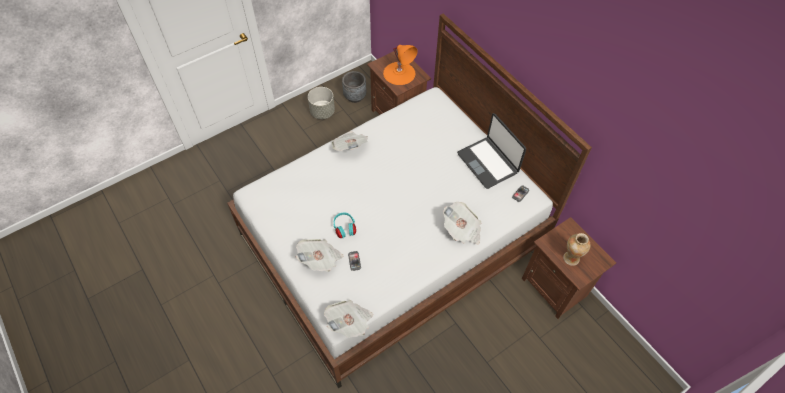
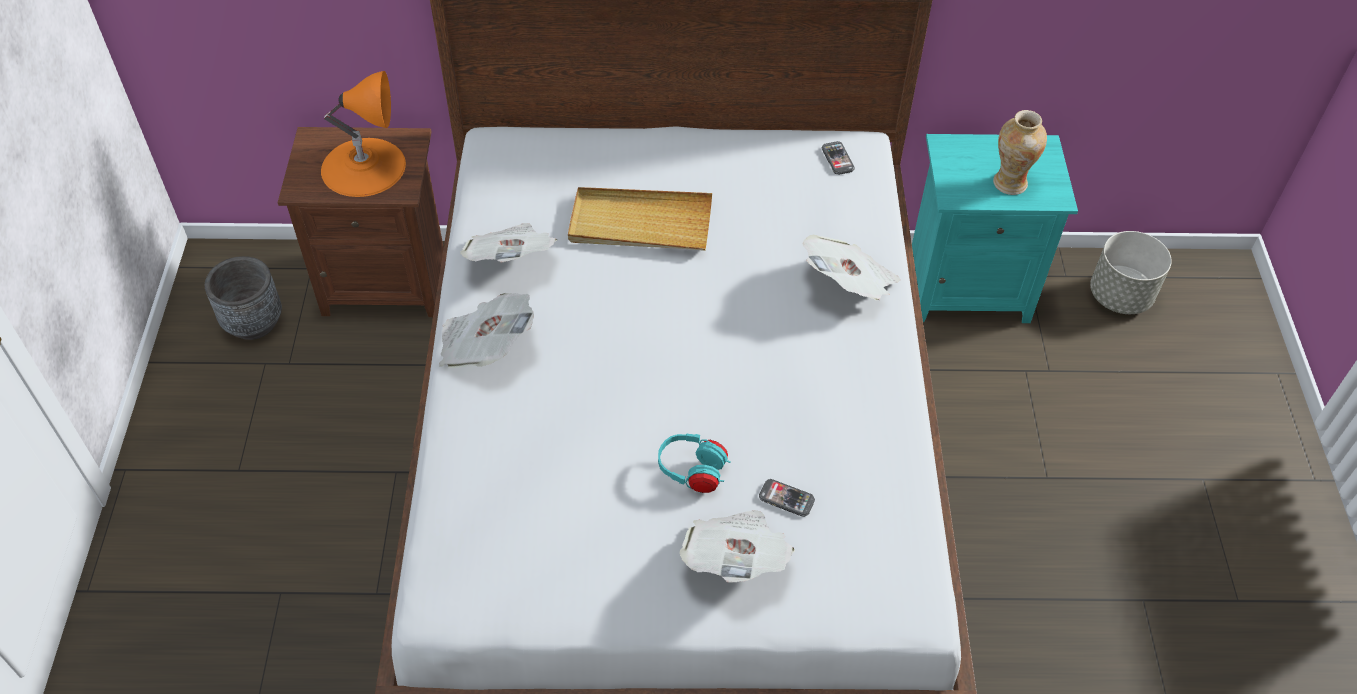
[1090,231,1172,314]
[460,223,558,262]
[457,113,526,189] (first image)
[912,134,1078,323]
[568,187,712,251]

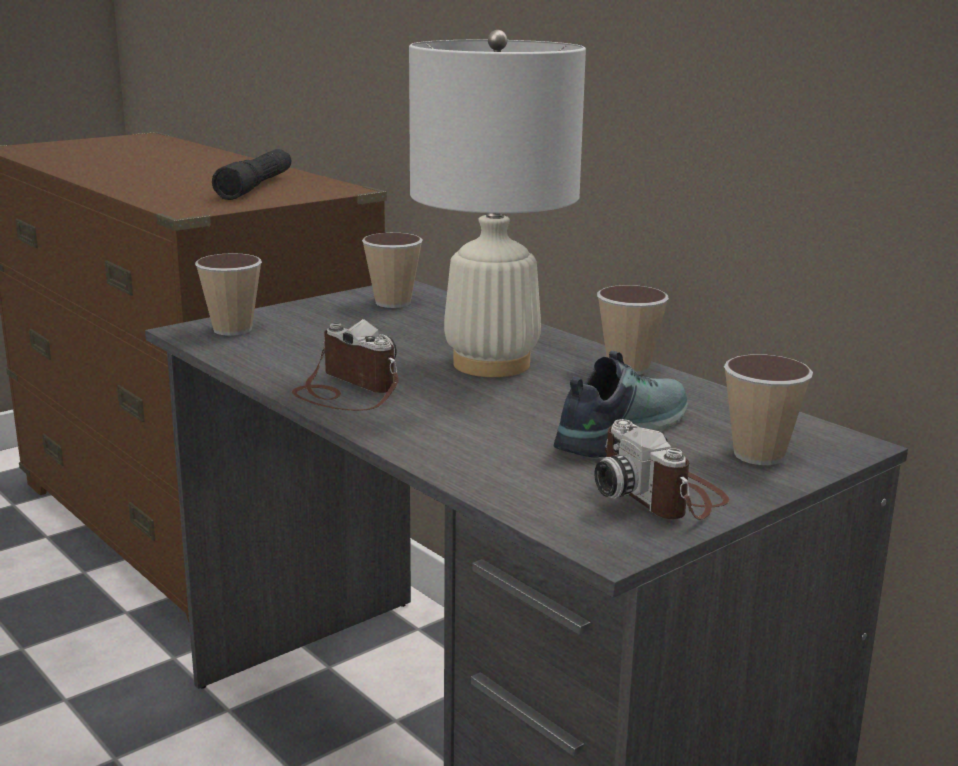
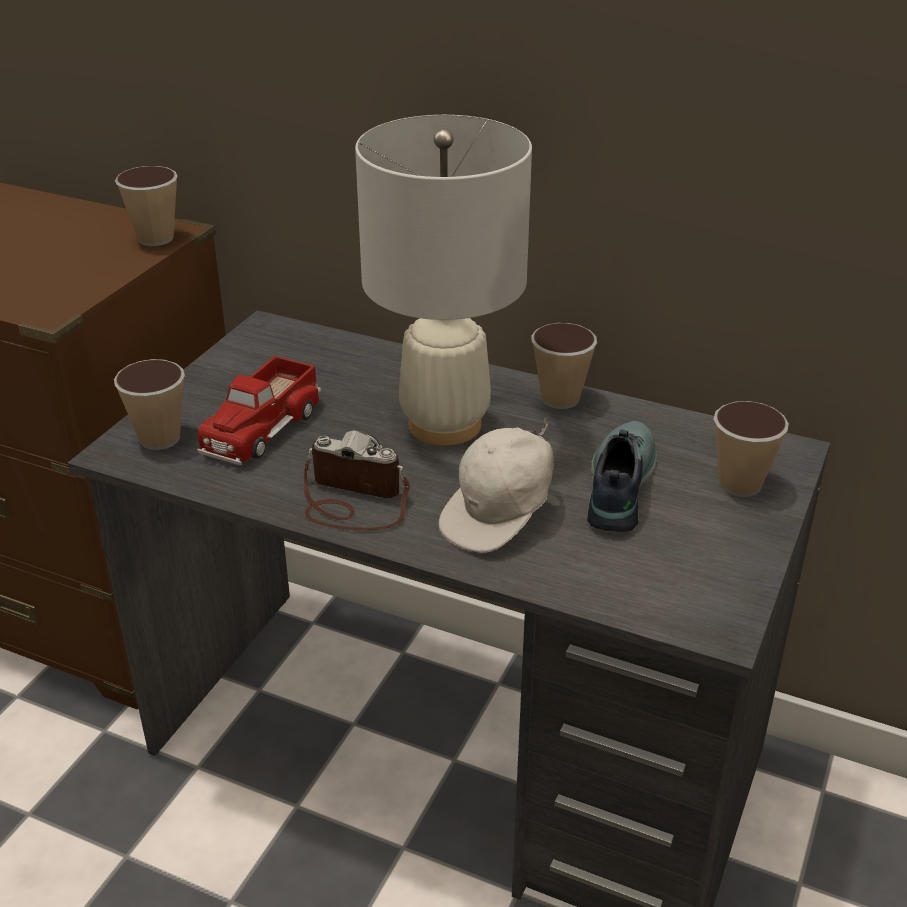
[212,149,291,200] (first image)
[115,166,178,246]
[595,419,729,520] (first image)
[197,356,321,465]
[438,418,554,553]

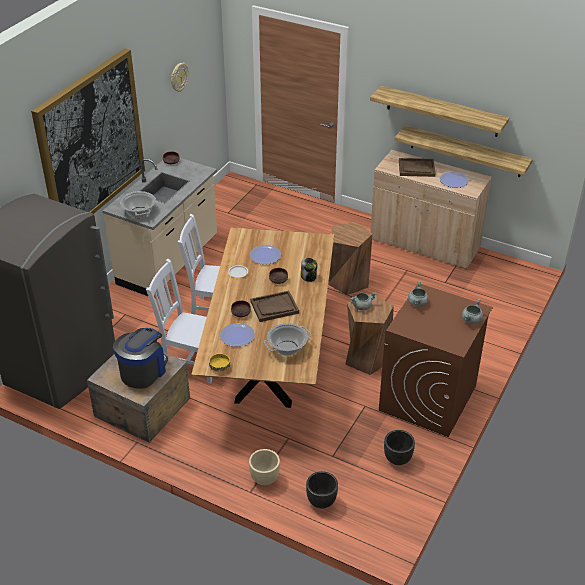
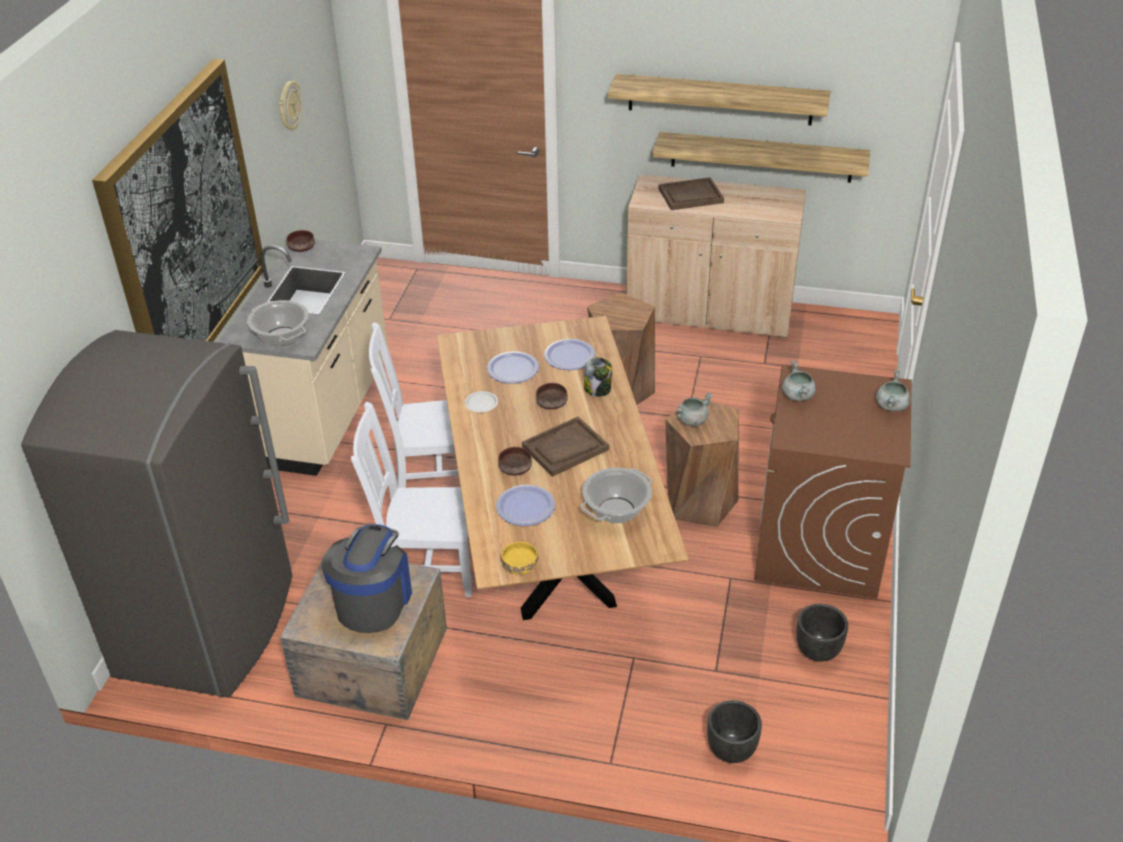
[249,449,280,485] (first image)
[544,339,596,370]

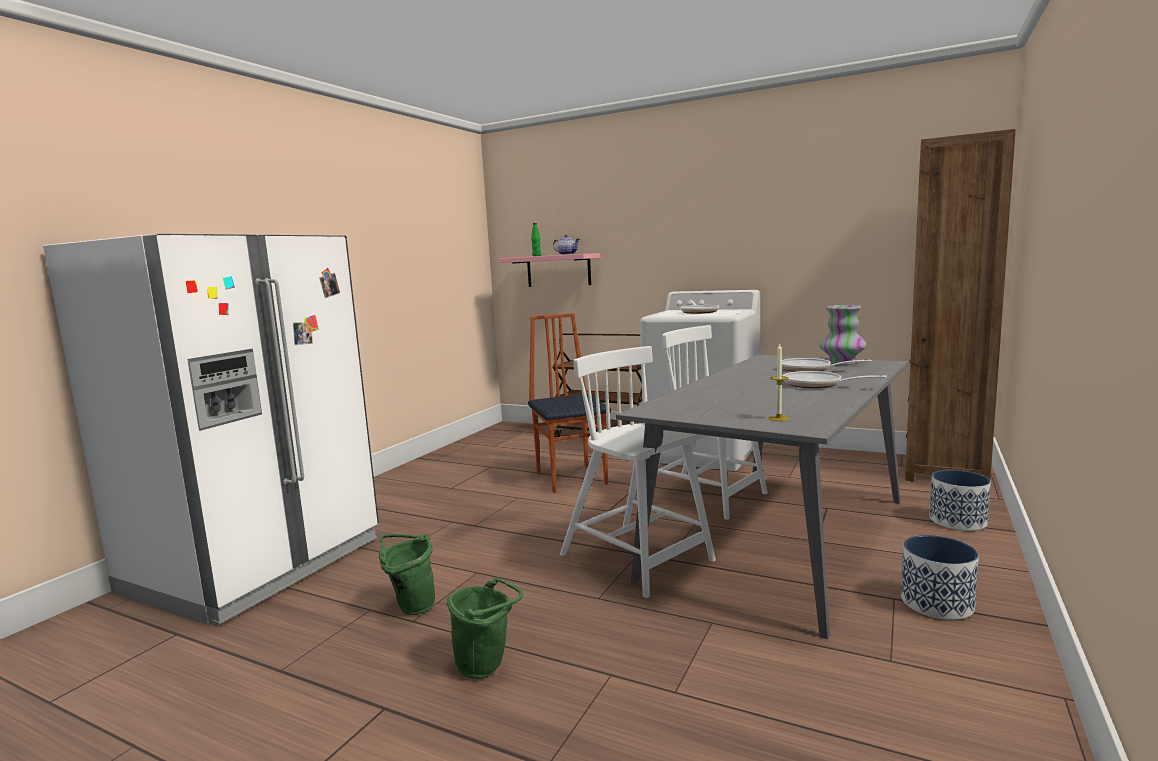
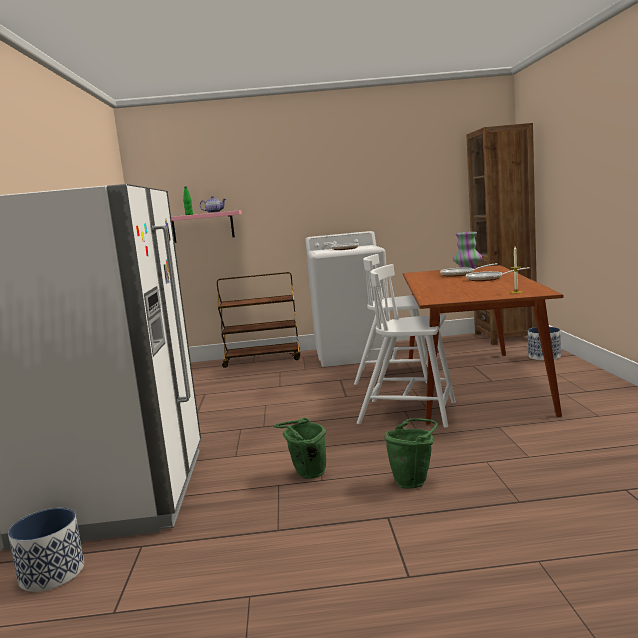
[528,313,611,493] (first image)
[403,265,564,425]
[8,508,84,592]

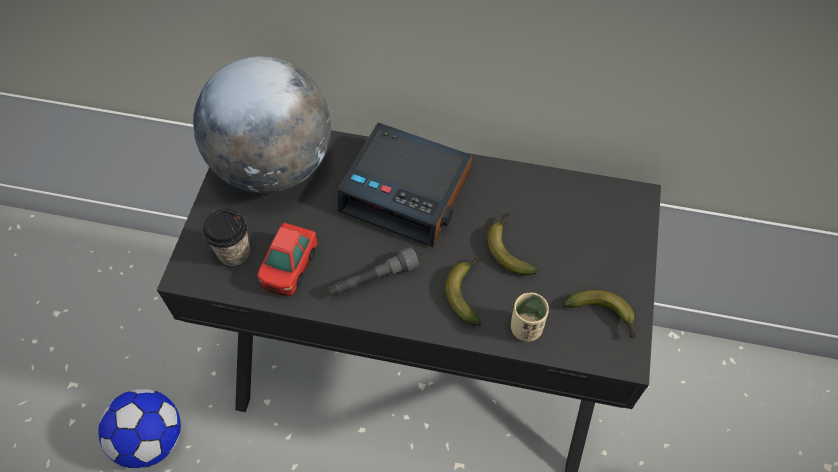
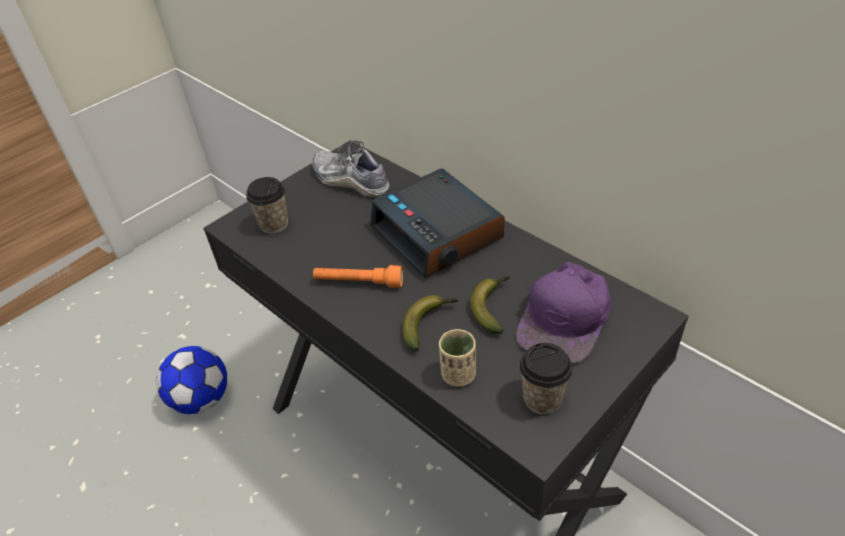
[312,140,389,197]
[257,223,318,296] (first image)
[313,265,403,288]
[520,343,573,414]
[516,262,612,364]

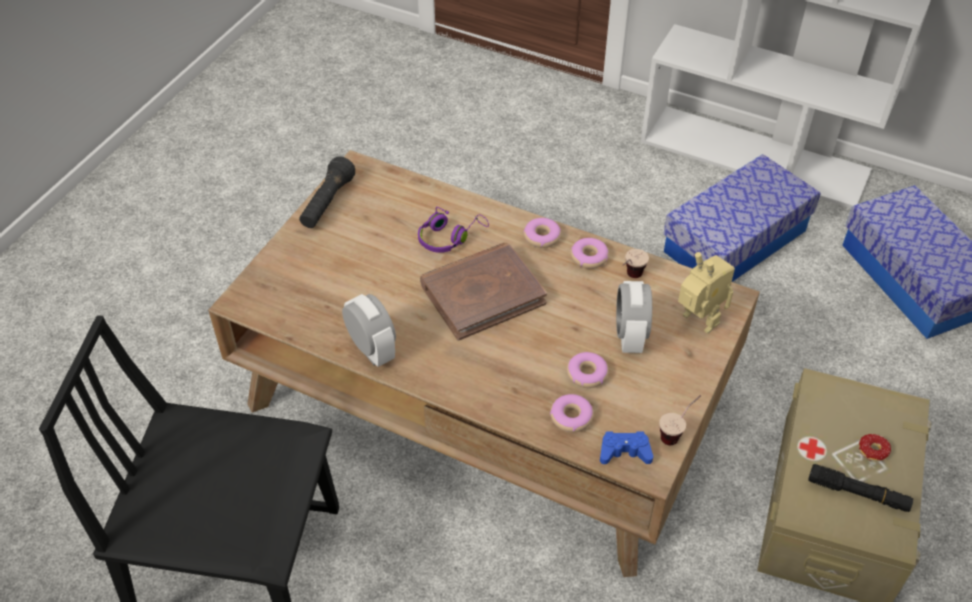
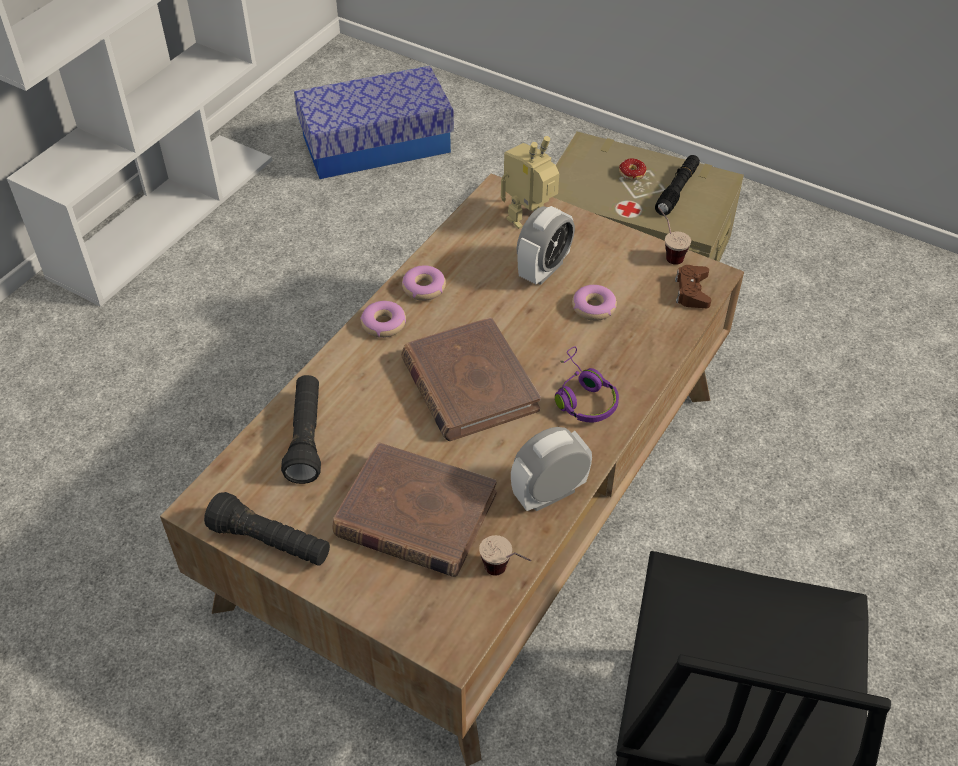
[555,346,619,422]
[550,394,594,432] (first image)
[675,265,711,308]
[517,206,575,285]
[479,535,532,576]
[663,154,821,282] (first image)
[281,375,321,484]
[332,442,497,577]

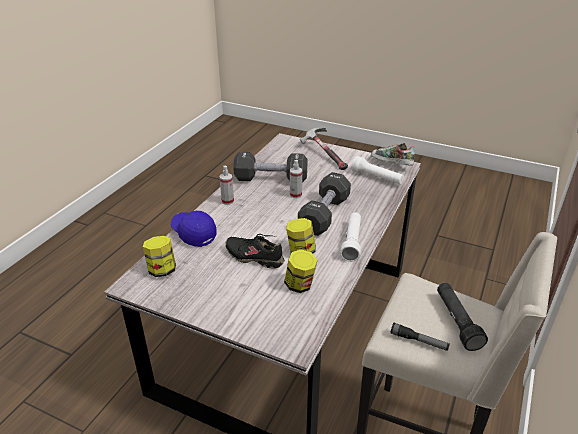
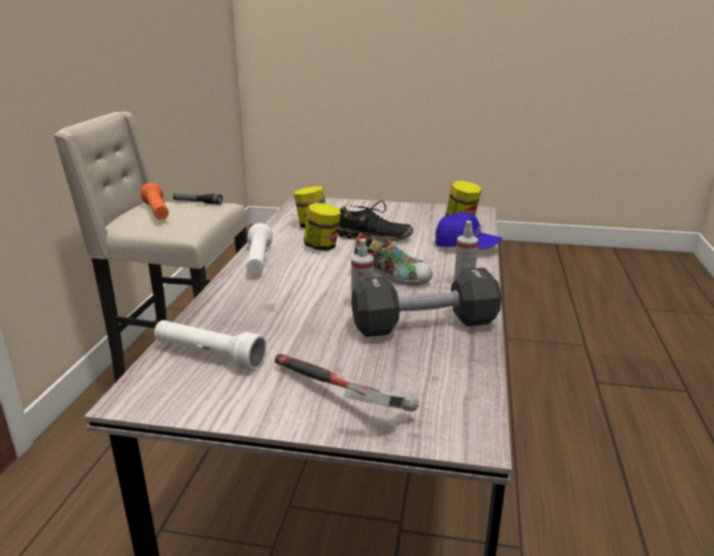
[298,172,351,236] (first image)
[354,233,433,285]
[140,183,169,220]

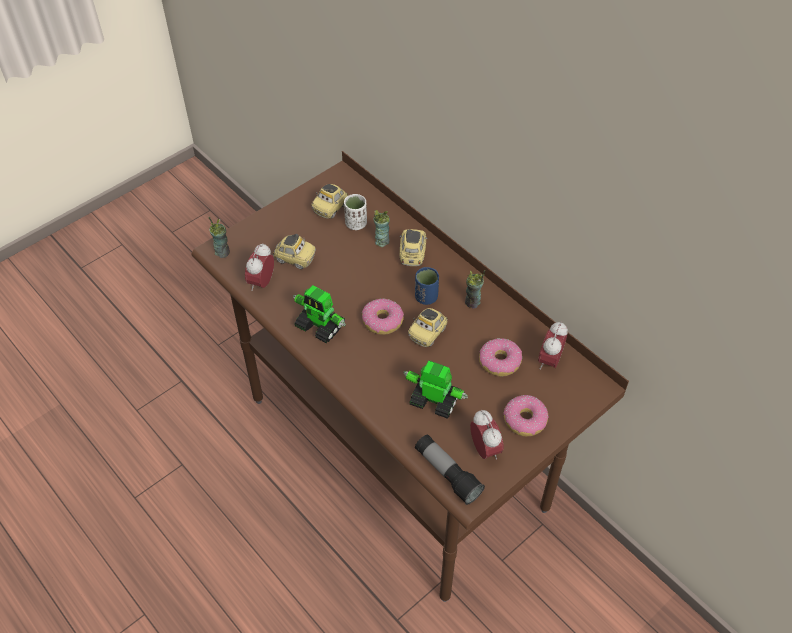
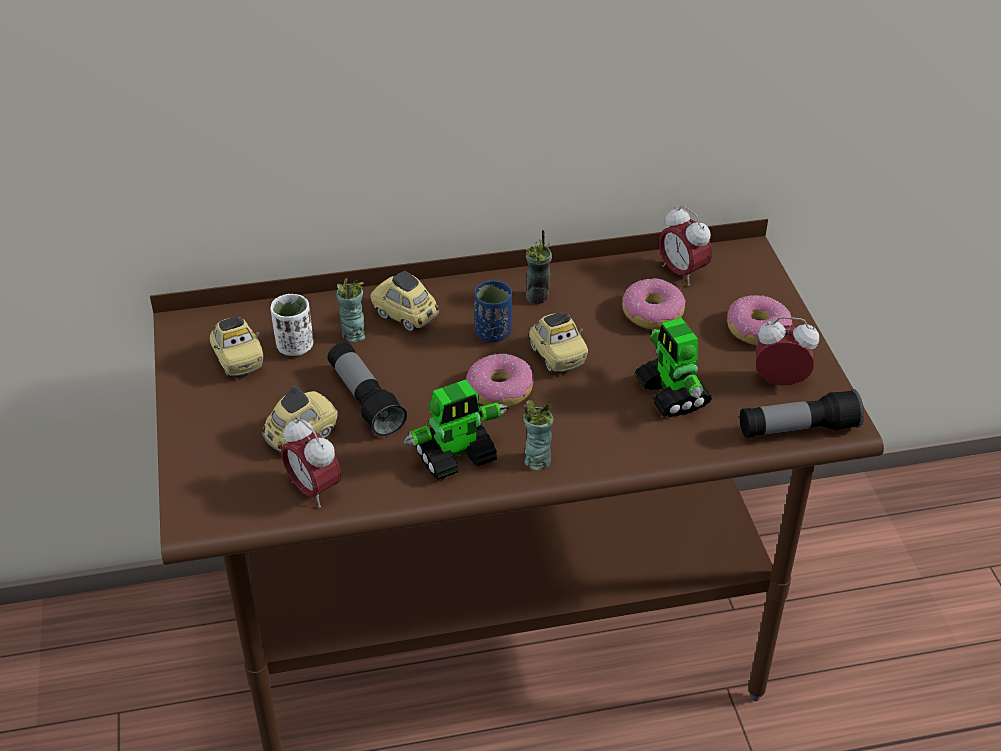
[523,399,554,471]
[635,318,712,418]
[328,342,407,437]

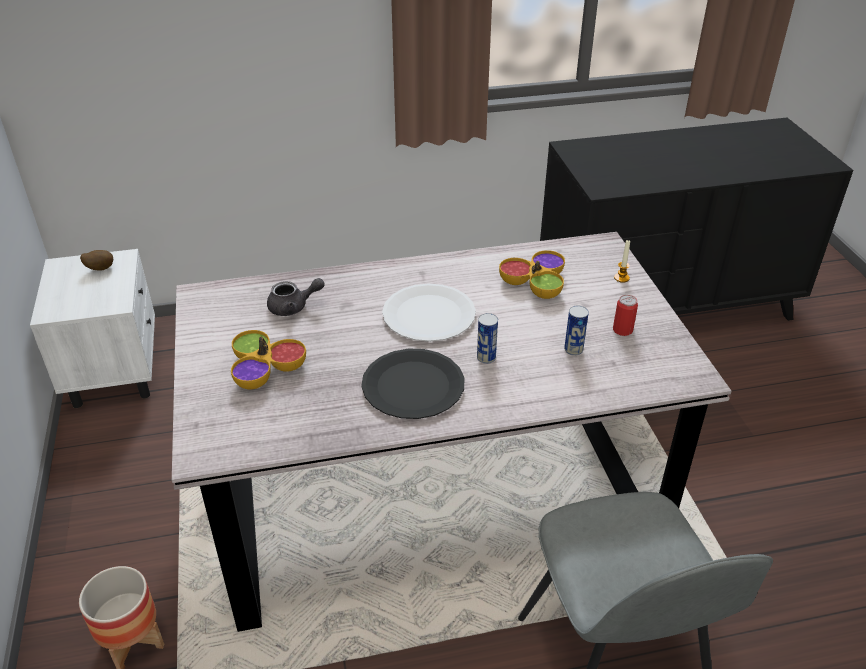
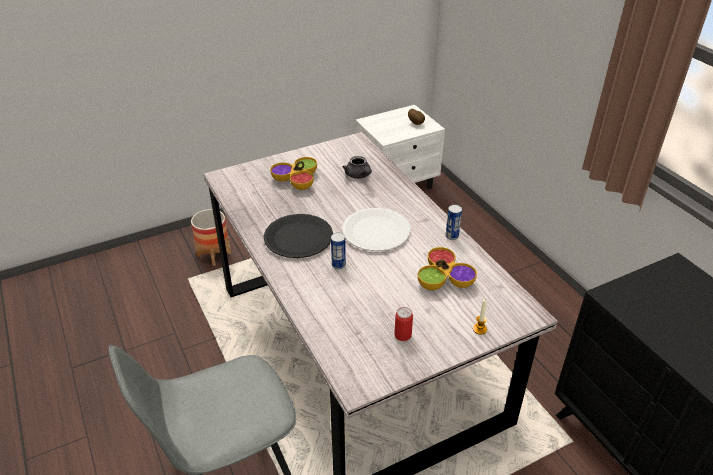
[446,205,462,240]

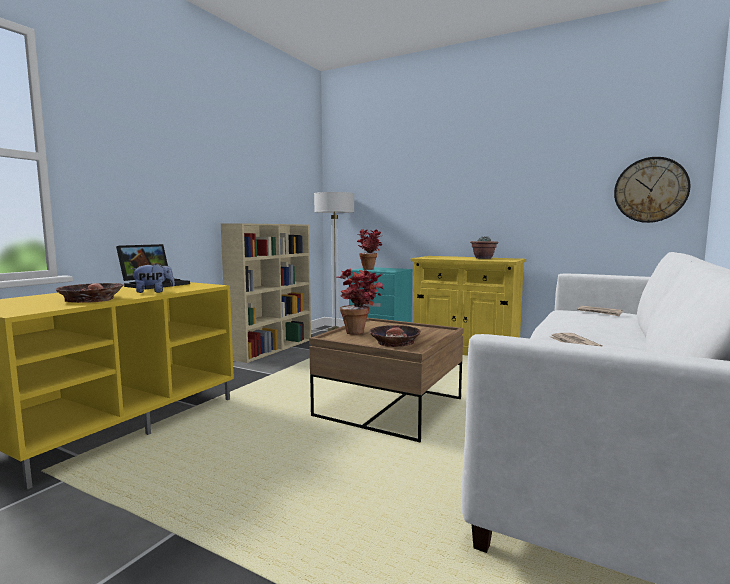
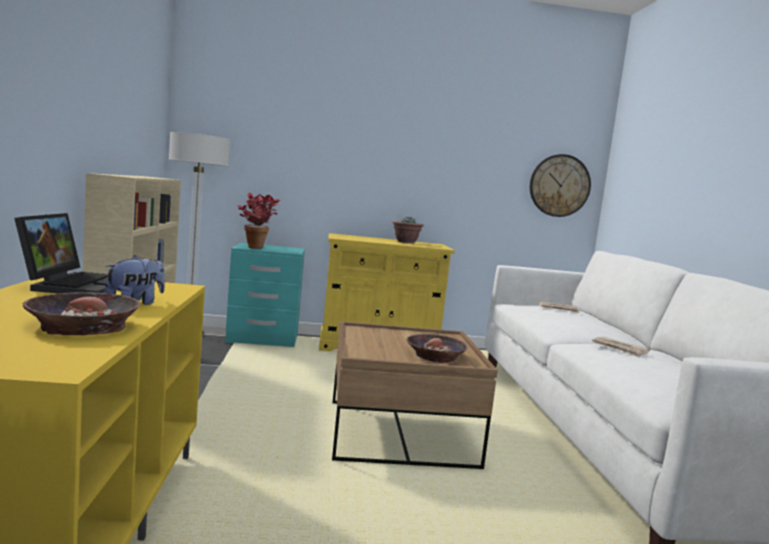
[337,268,383,335] (first image)

